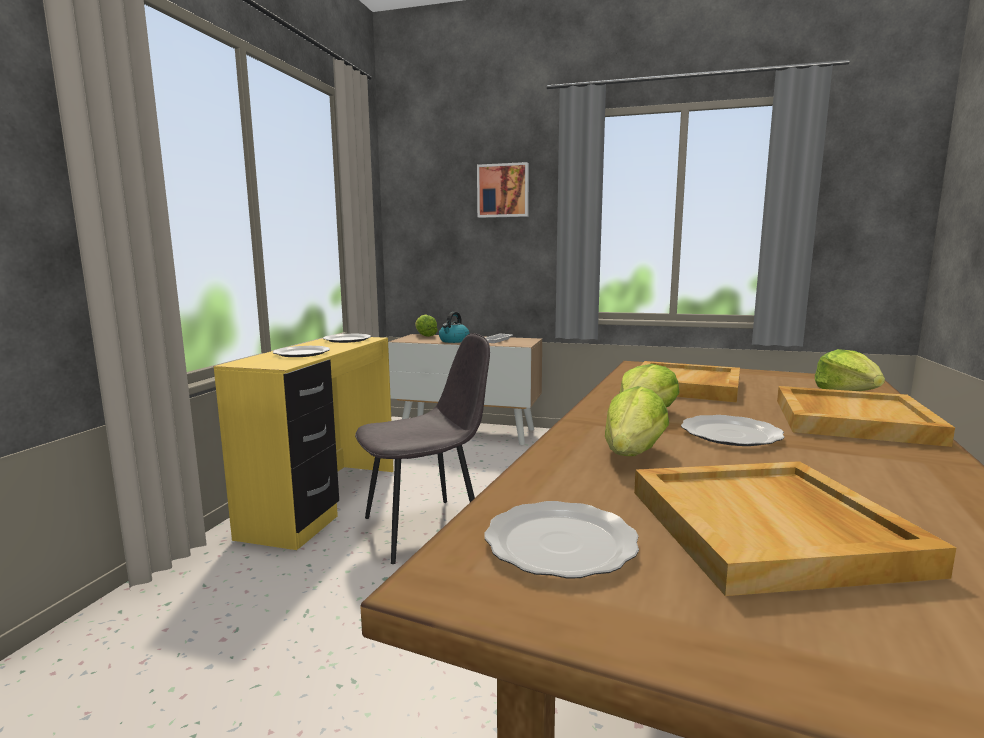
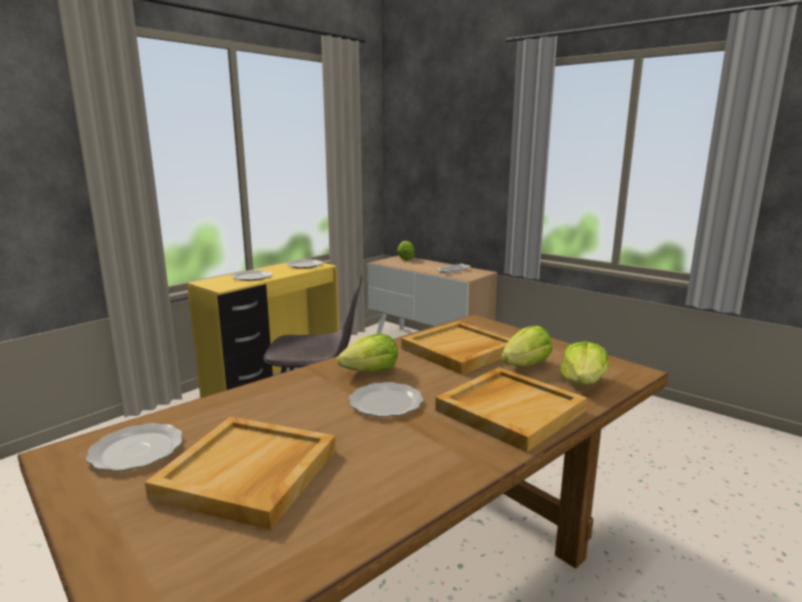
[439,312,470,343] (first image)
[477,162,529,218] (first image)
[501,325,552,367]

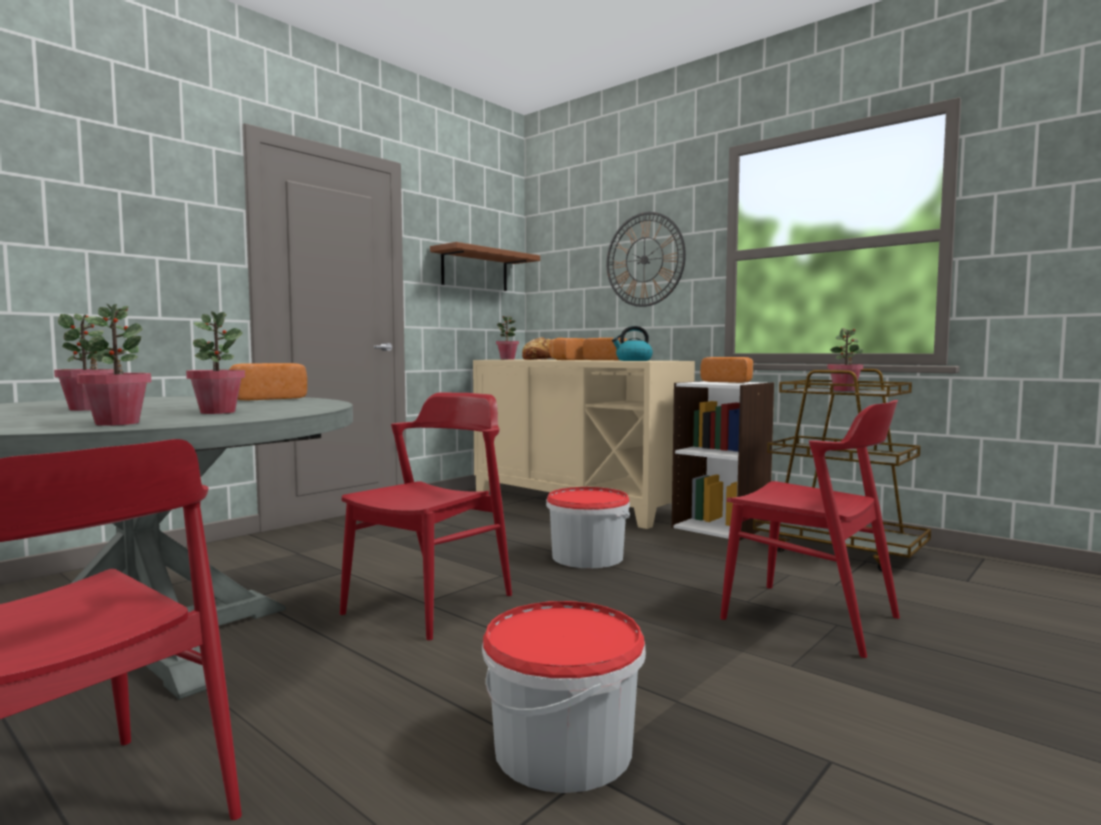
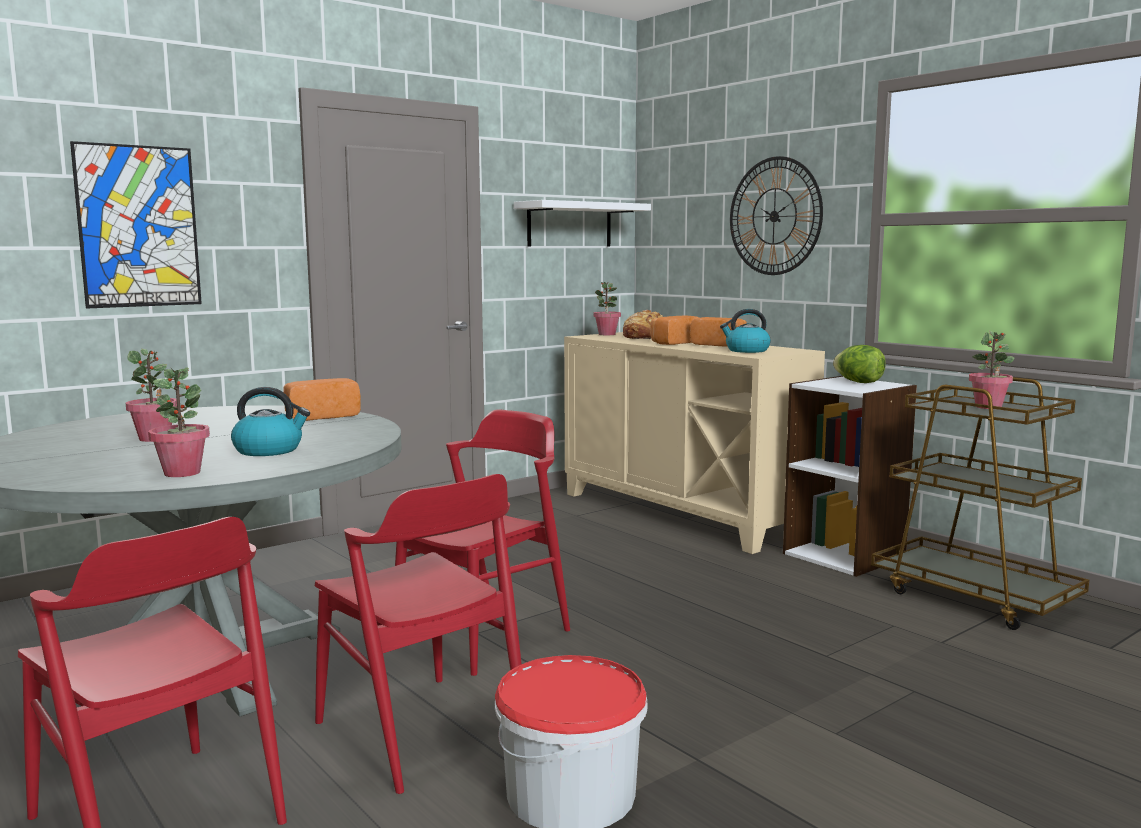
[231,387,310,456]
[514,200,651,247]
[546,487,630,568] (first image)
[833,345,886,383]
[315,474,522,794]
[70,141,202,309]

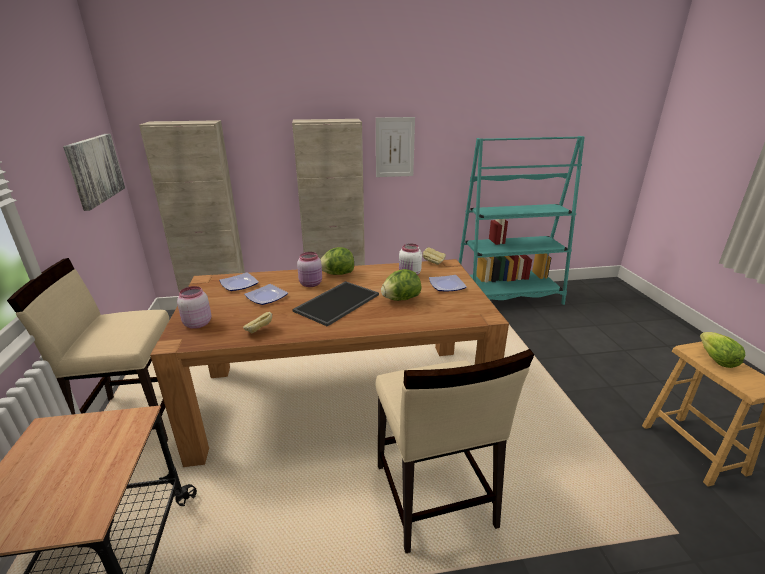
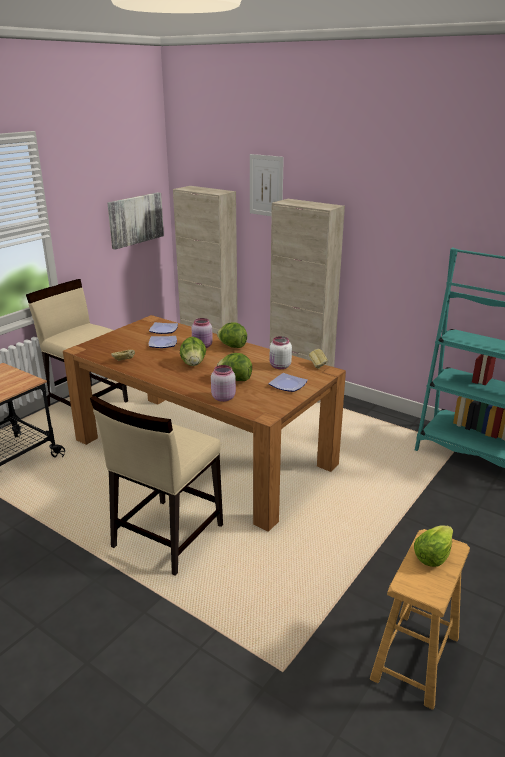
[211,365,236,402]
[180,337,206,366]
[250,154,284,216]

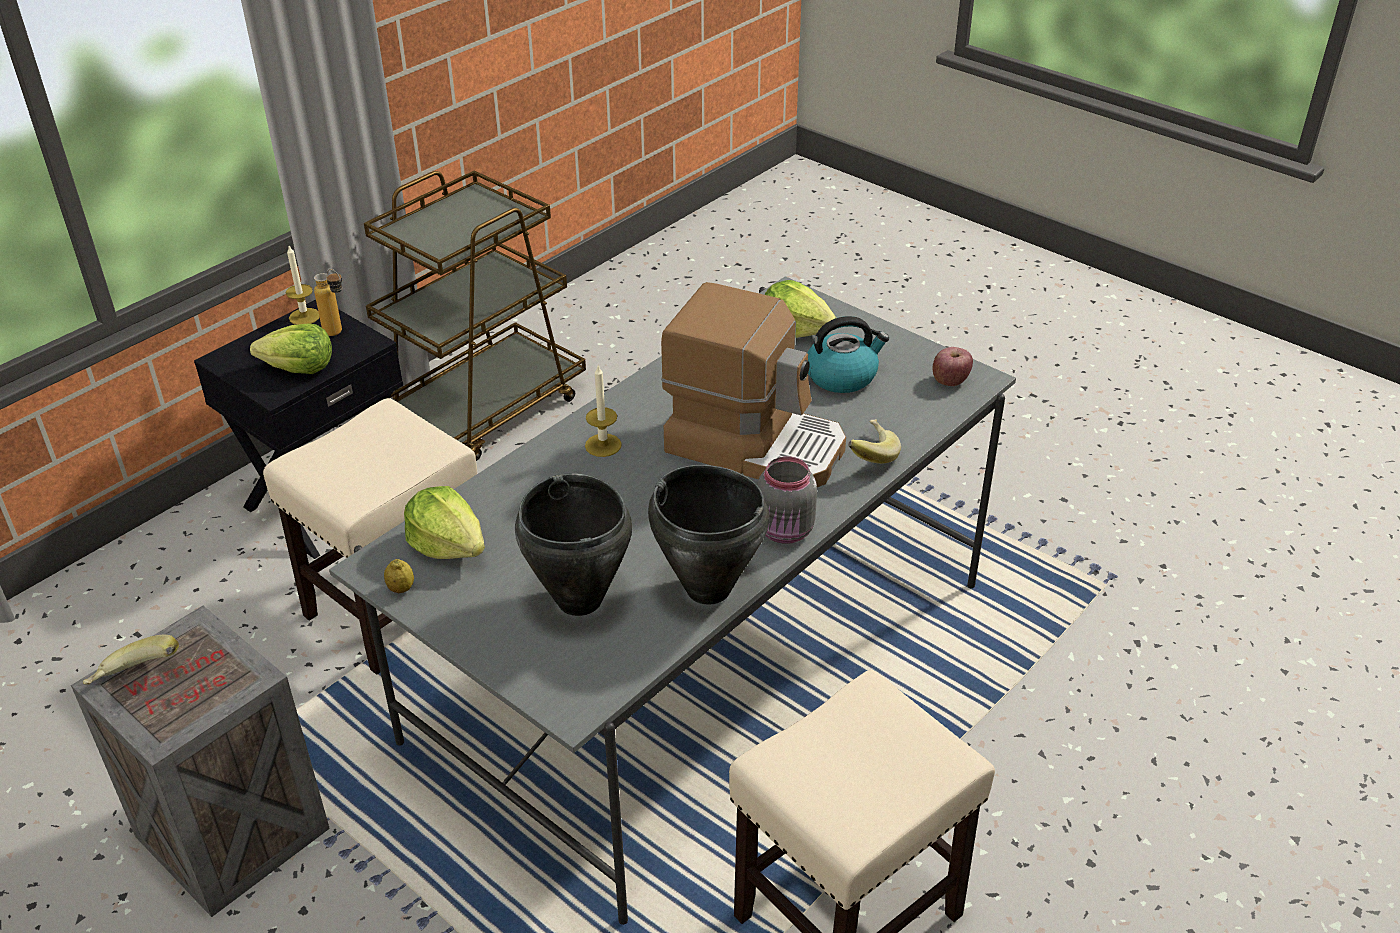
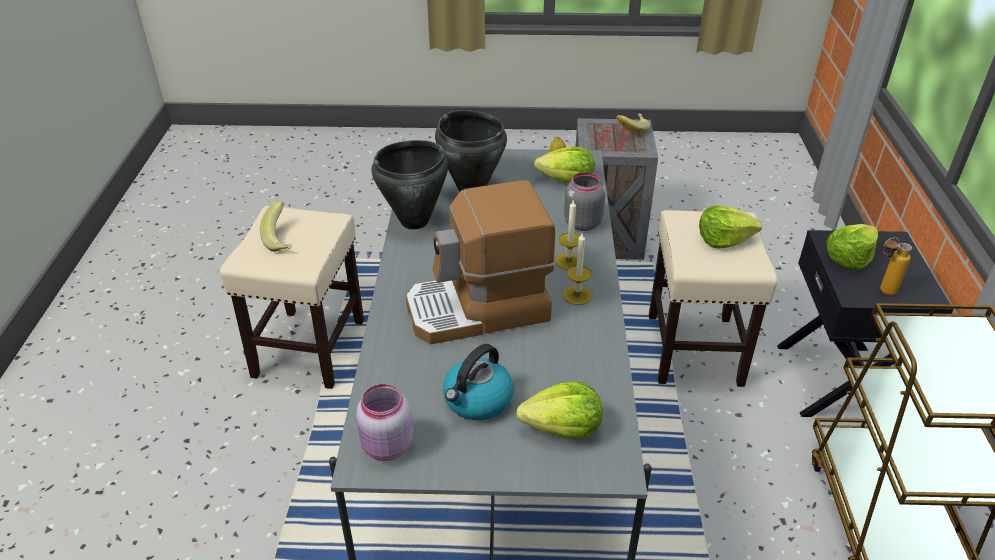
[563,232,592,305]
[564,172,605,231]
[260,201,292,252]
[356,384,413,461]
[699,205,762,248]

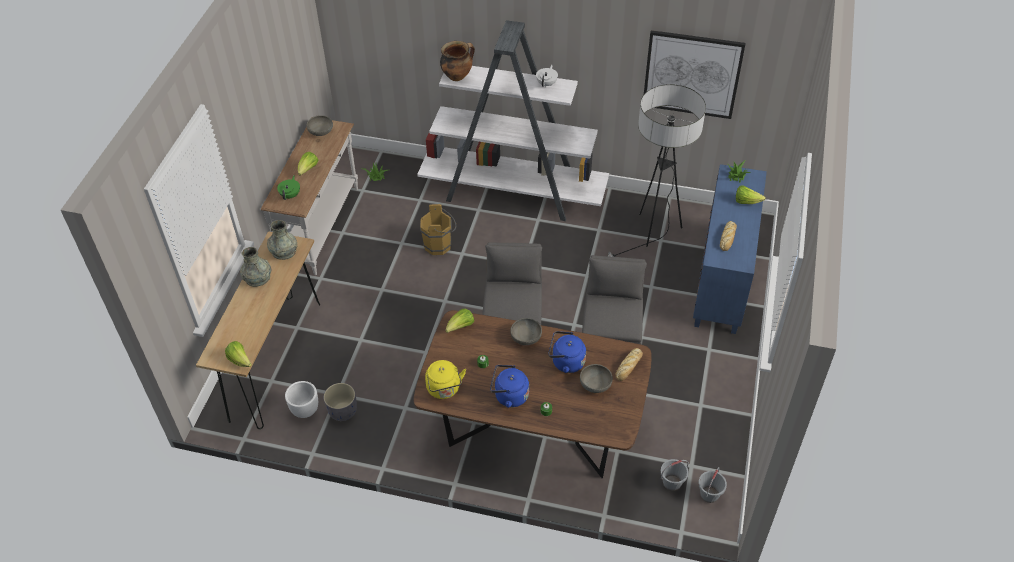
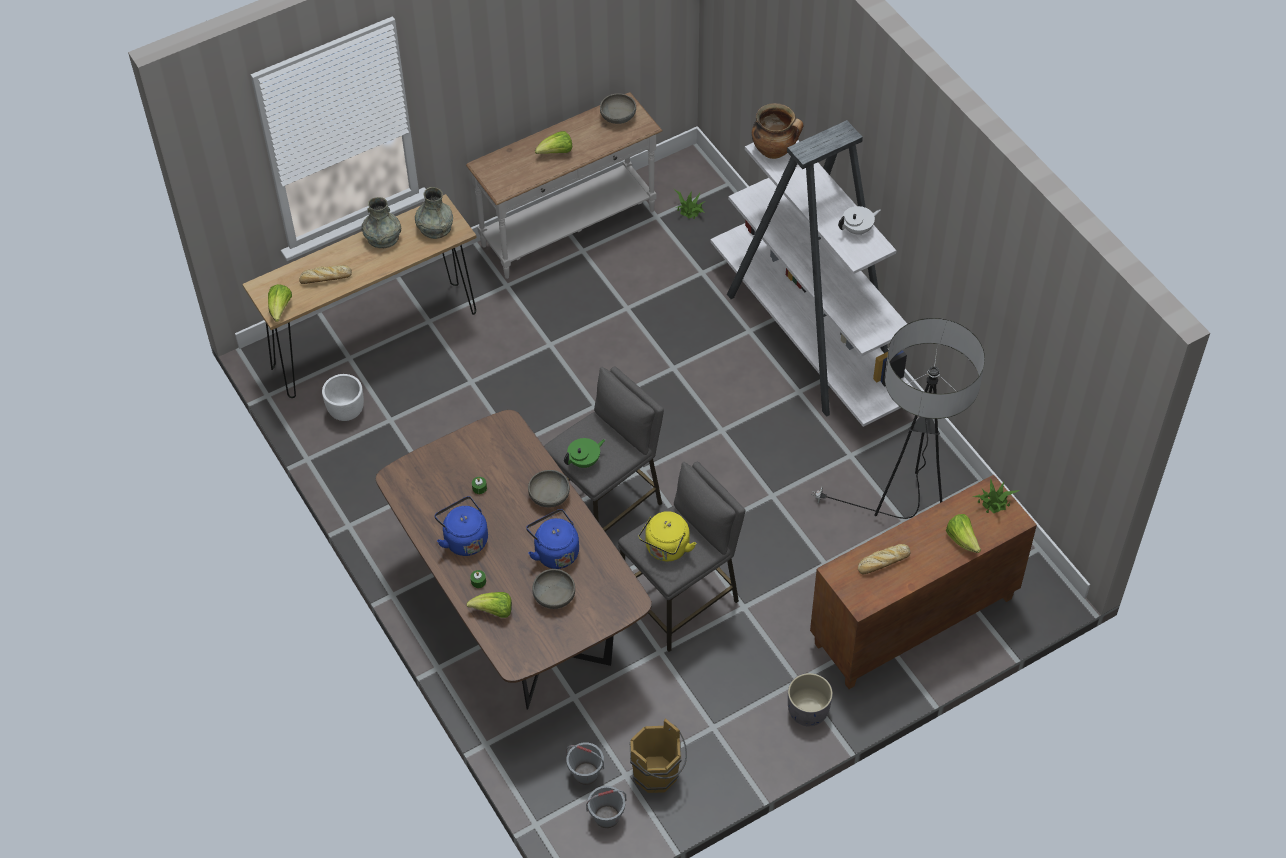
[564,438,605,468]
[788,673,833,726]
[630,719,687,793]
[638,511,696,562]
[466,592,512,618]
[299,265,352,284]
[644,30,746,119] (first image)
[810,475,1037,689]

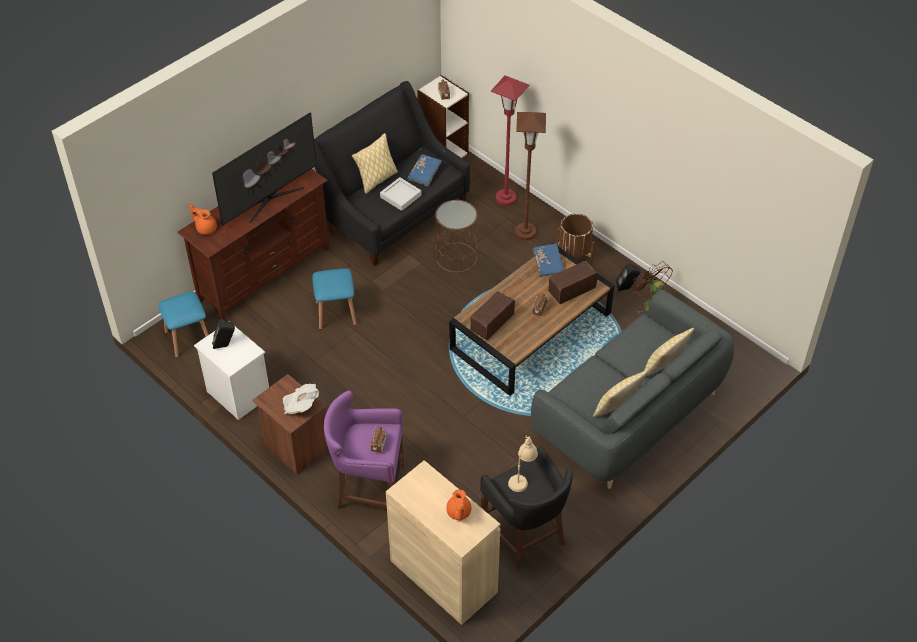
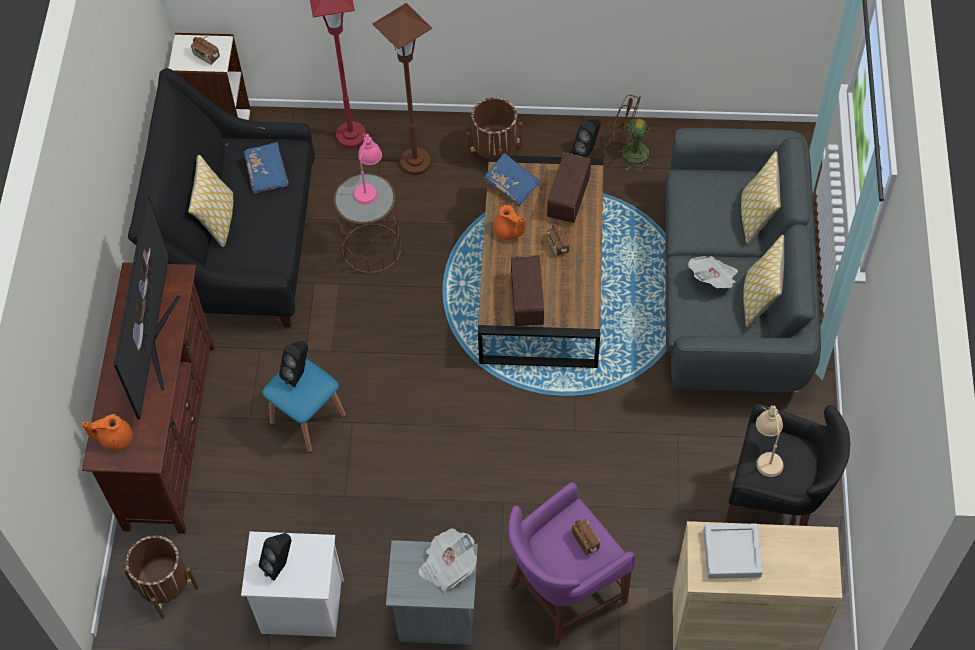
[123,535,199,619]
[386,540,478,645]
[703,523,763,579]
[493,205,526,240]
[279,341,308,387]
[353,133,382,204]
[688,256,738,288]

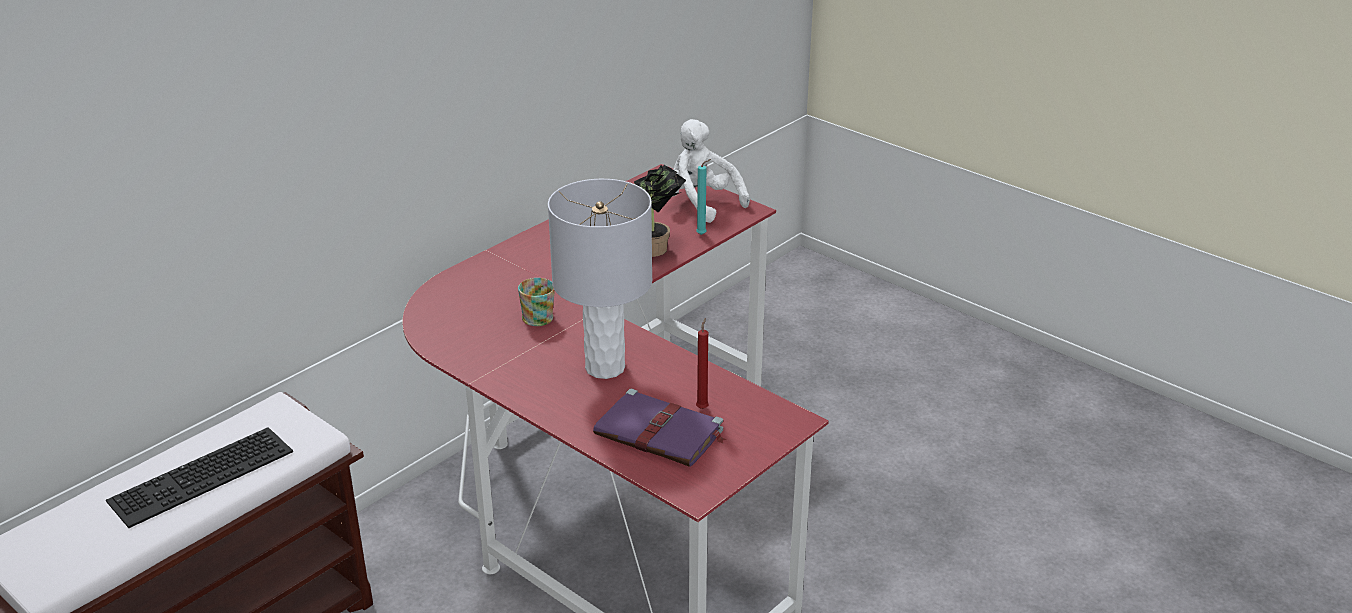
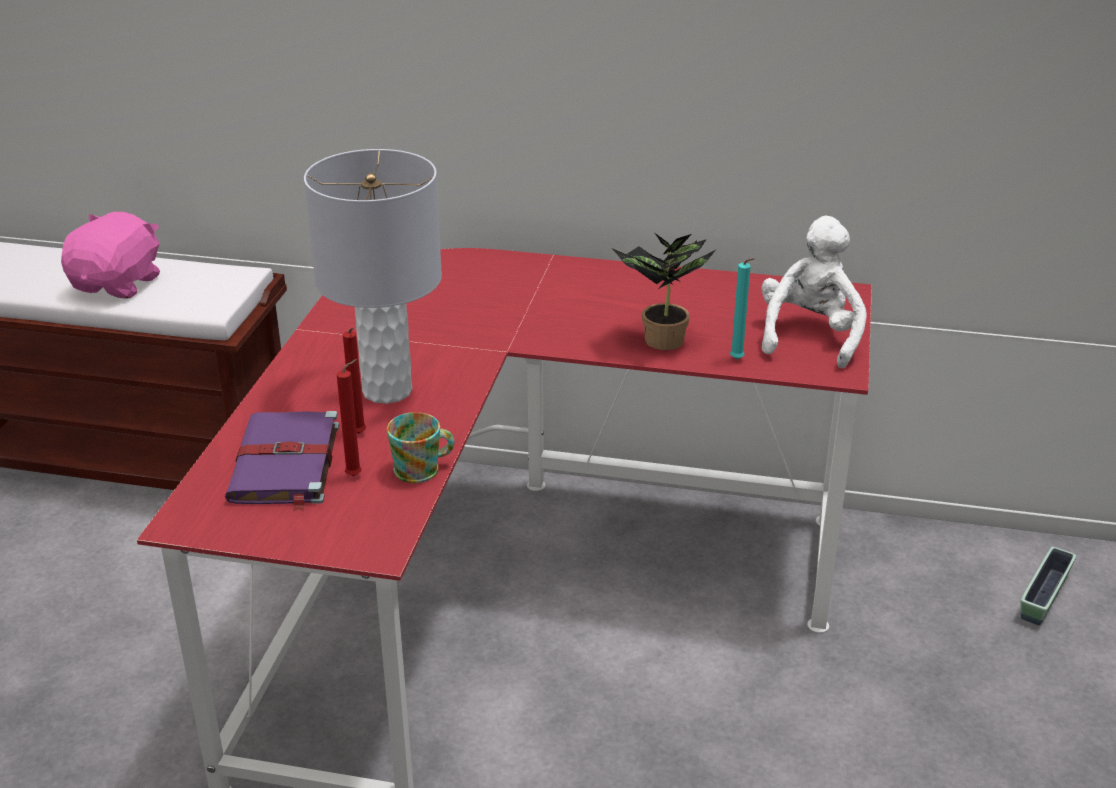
[61,212,160,299]
[387,412,454,483]
[343,328,366,434]
[1020,547,1076,625]

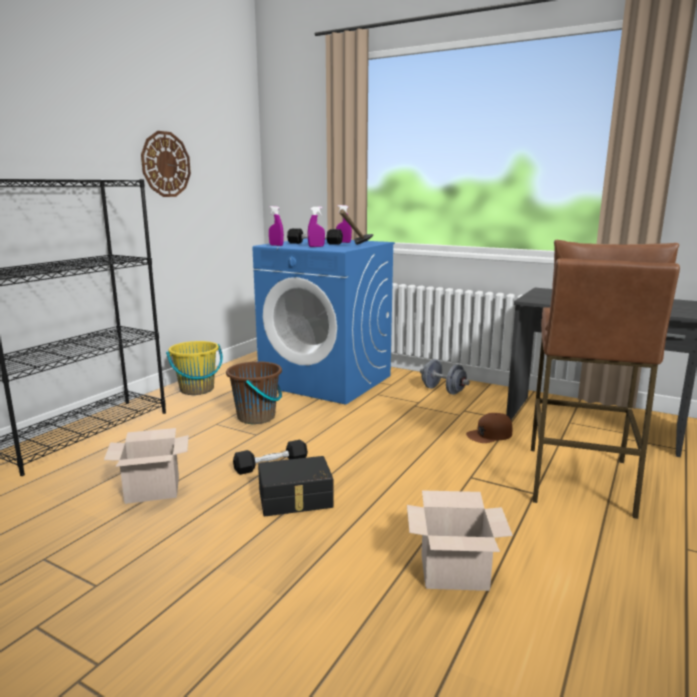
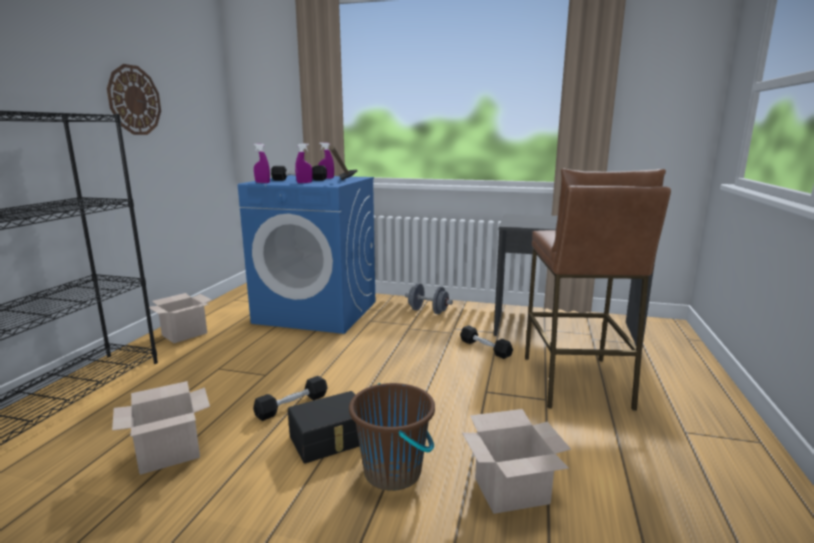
[149,293,212,343]
[349,383,435,491]
[460,325,513,359]

